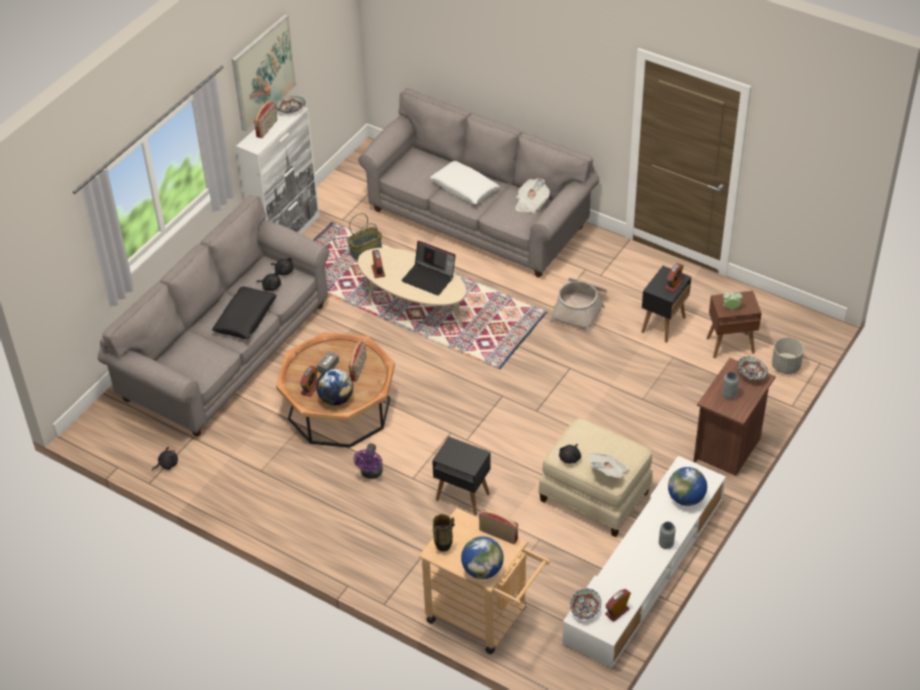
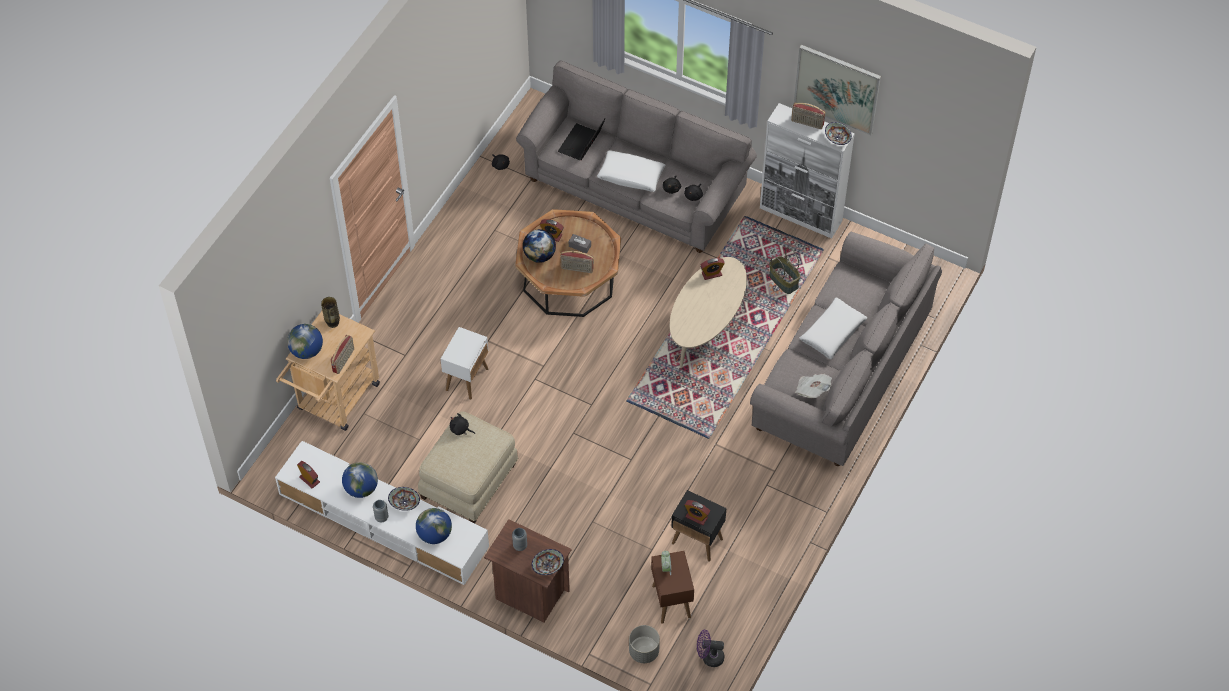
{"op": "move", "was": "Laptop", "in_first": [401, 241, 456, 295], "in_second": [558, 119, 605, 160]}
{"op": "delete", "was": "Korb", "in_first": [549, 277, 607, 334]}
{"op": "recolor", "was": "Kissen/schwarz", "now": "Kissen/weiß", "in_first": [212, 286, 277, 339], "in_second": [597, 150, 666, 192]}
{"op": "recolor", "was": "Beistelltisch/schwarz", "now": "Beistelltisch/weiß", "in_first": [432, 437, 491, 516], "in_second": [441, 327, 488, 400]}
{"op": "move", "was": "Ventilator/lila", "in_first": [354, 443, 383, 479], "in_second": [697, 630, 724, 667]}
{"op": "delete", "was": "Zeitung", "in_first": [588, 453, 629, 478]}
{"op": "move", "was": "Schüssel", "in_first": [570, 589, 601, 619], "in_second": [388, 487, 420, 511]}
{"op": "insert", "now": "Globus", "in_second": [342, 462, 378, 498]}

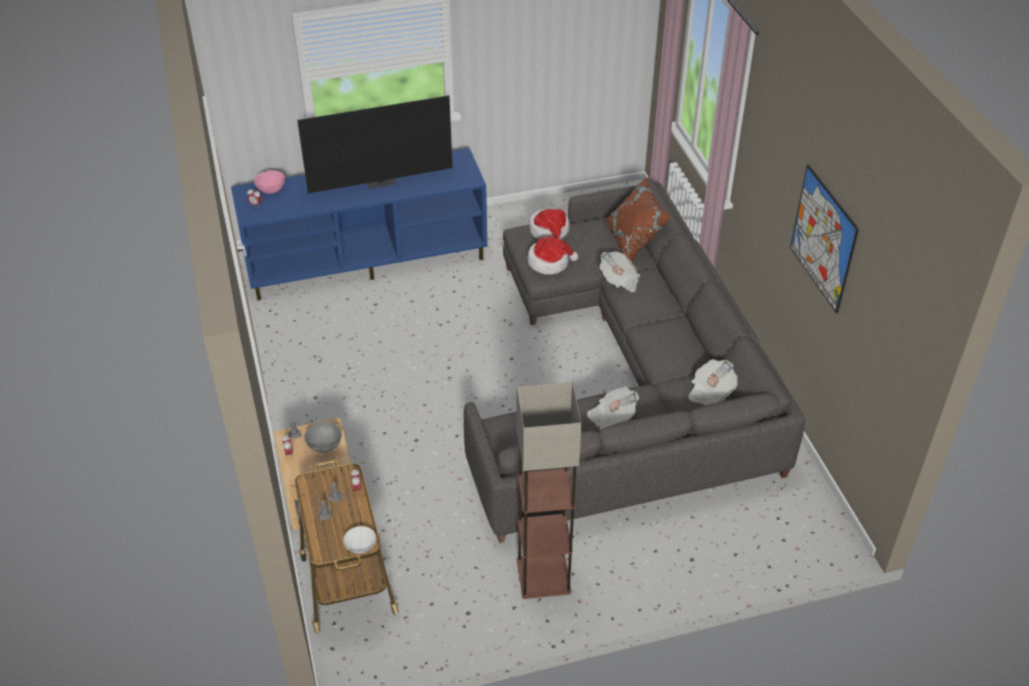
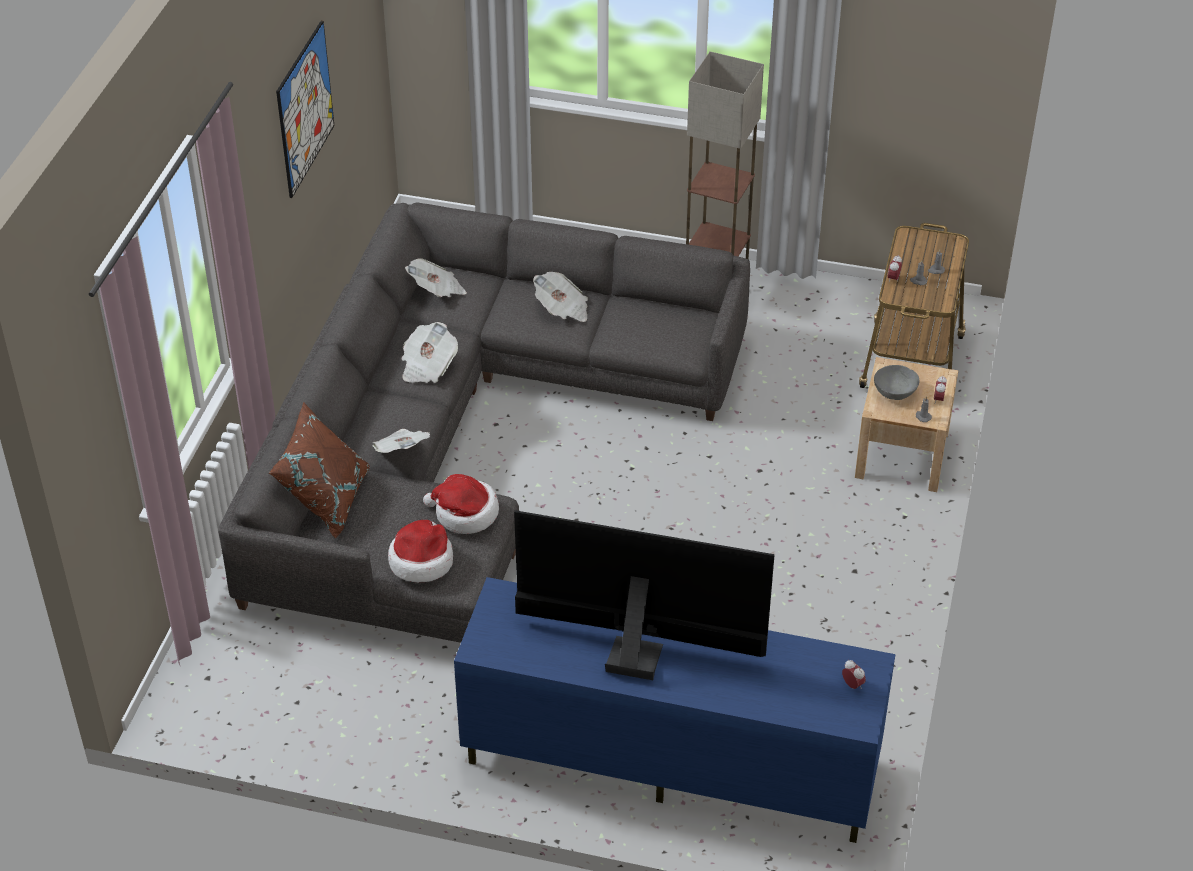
{"op": "delete", "was": "Schüssel/rosa", "in_first": [254, 170, 285, 194]}
{"op": "delete", "was": "Schüssel/weiß", "in_first": [343, 526, 376, 554]}
{"op": "insert", "now": "Zeitung", "in_second": [401, 322, 458, 383]}

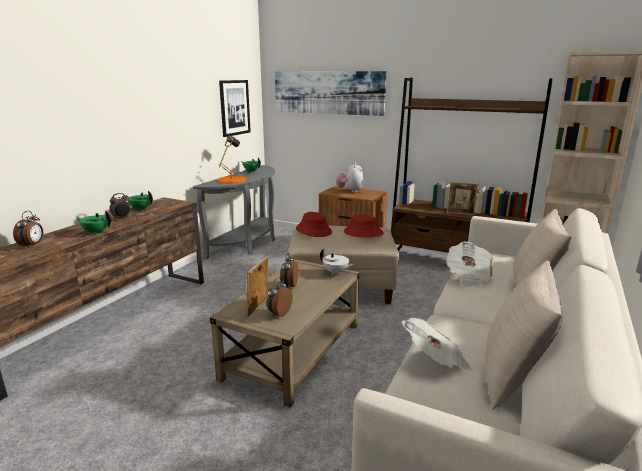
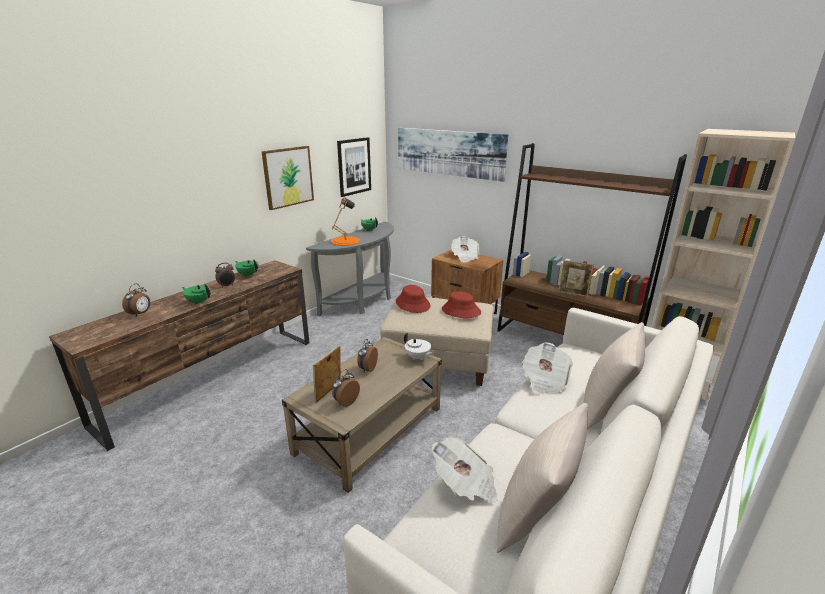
{"op": "replace", "was": "Plüschtier", "now": "Zeitung", "in_first": [336, 163, 364, 193], "in_second": [451, 236, 479, 263]}
{"op": "insert", "now": "Bild", "in_second": [261, 146, 314, 210]}

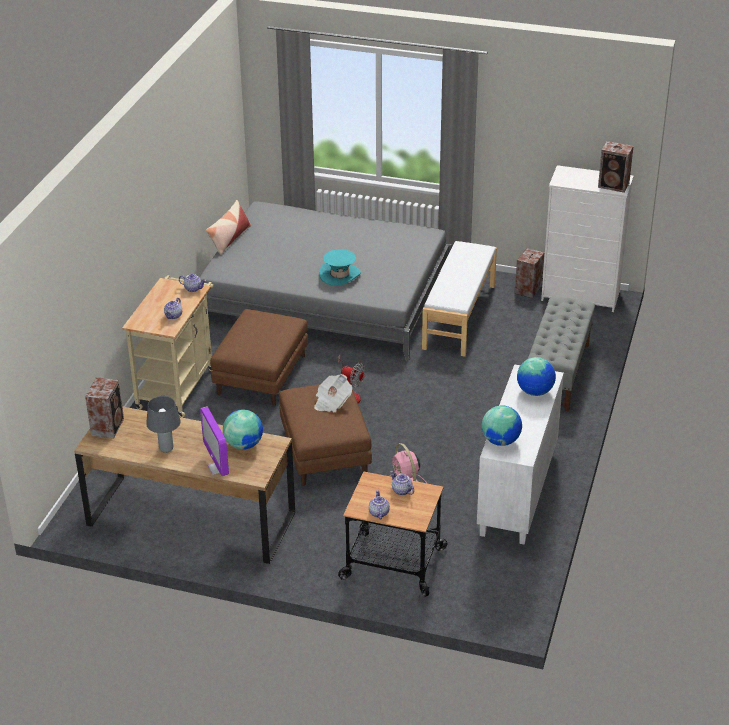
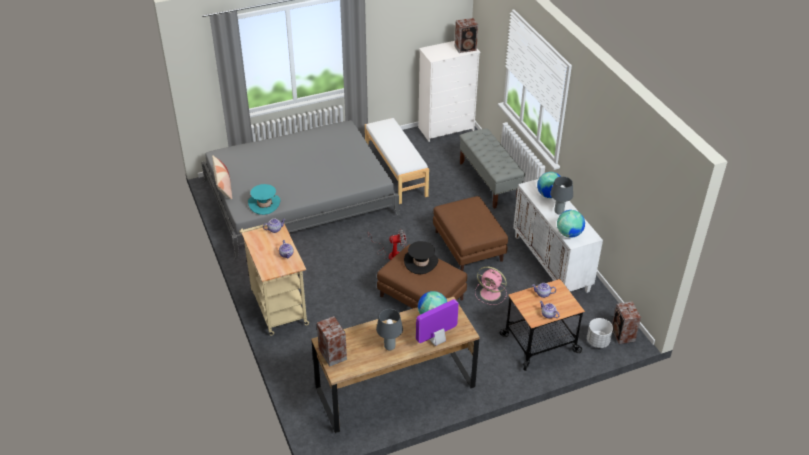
{"op": "move", "was": "Lautsprecher", "in_first": [515, 248, 544, 298], "in_second": [612, 301, 641, 344]}
{"op": "move", "was": "Hut/türkis", "in_first": [319, 249, 361, 286], "in_second": [248, 184, 280, 215]}
{"op": "move", "was": "Polsterhocker/braun", "in_first": [210, 309, 308, 406], "in_second": [433, 196, 508, 271]}
{"op": "replace", "was": "Zeitung", "now": "Hut/schwarz", "in_first": [314, 374, 352, 412], "in_second": [404, 241, 438, 274]}
{"op": "rotate", "was": "Monitor", "in_first": [200, 407, 229, 476], "in_second": [416, 299, 459, 346], "clockwise": 120}
{"op": "insert", "now": "Tischlampe/grau", "in_second": [550, 176, 573, 215]}
{"op": "insert", "now": "Pflanzkübel/weiß", "in_second": [587, 318, 613, 348]}

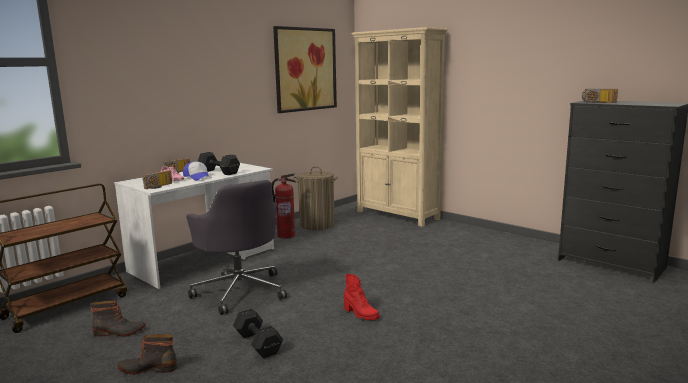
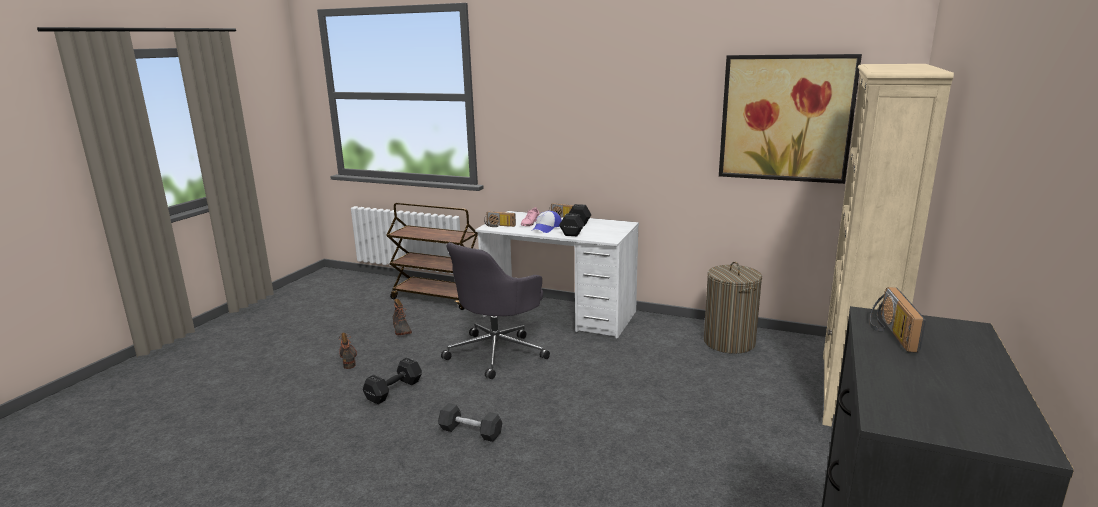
{"op": "delete", "was": "Feuerlöscher", "in_first": [272, 173, 296, 239]}
{"op": "replace", "was": "Stiefel/rot", "now": "Hantel/schwarz", "in_first": [344, 274, 380, 320], "in_second": [438, 403, 502, 442]}

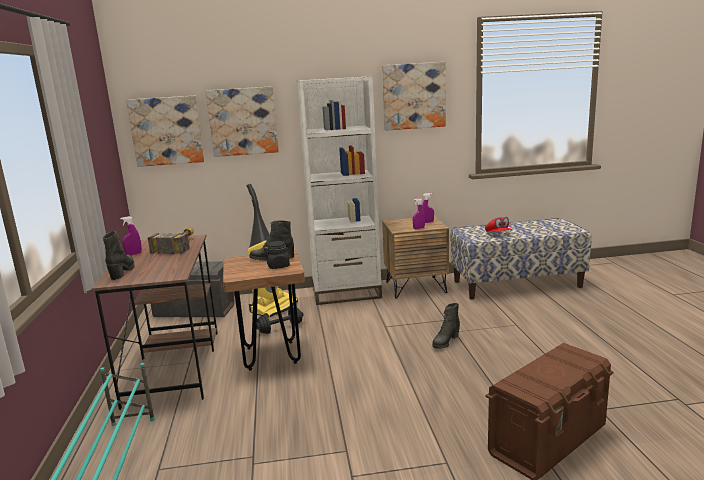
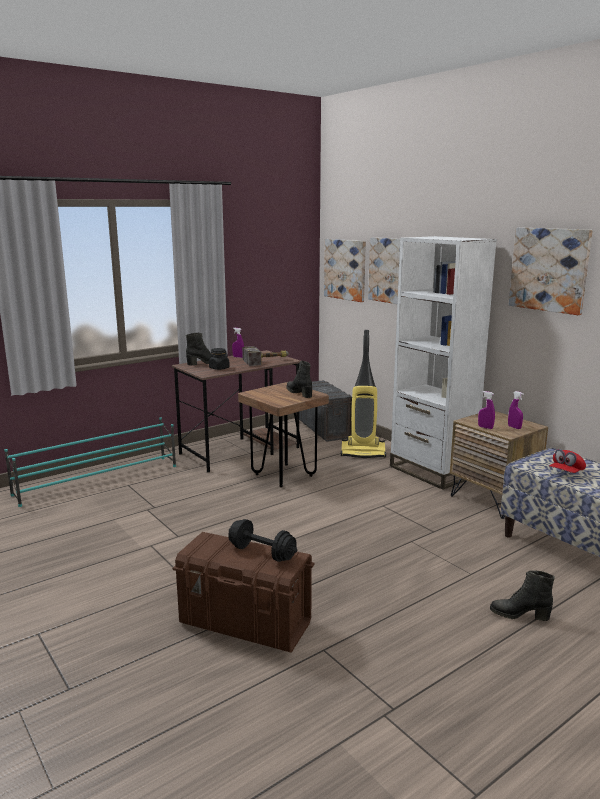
{"op": "move", "was": "Vorratsglas/schwarz", "in_first": [264, 241, 291, 269], "in_second": [209, 348, 230, 370]}
{"op": "move", "was": "Stiefel/schwarz", "in_first": [432, 303, 460, 349], "in_second": [490, 570, 555, 621]}
{"op": "move", "was": "Hantel/schwarz", "in_first": [257, 308, 304, 334], "in_second": [228, 519, 297, 562]}

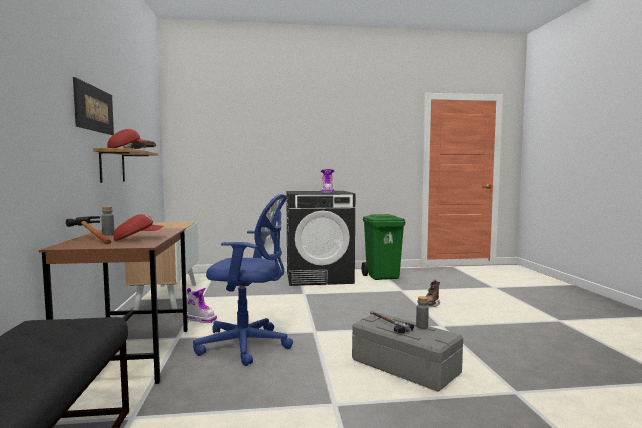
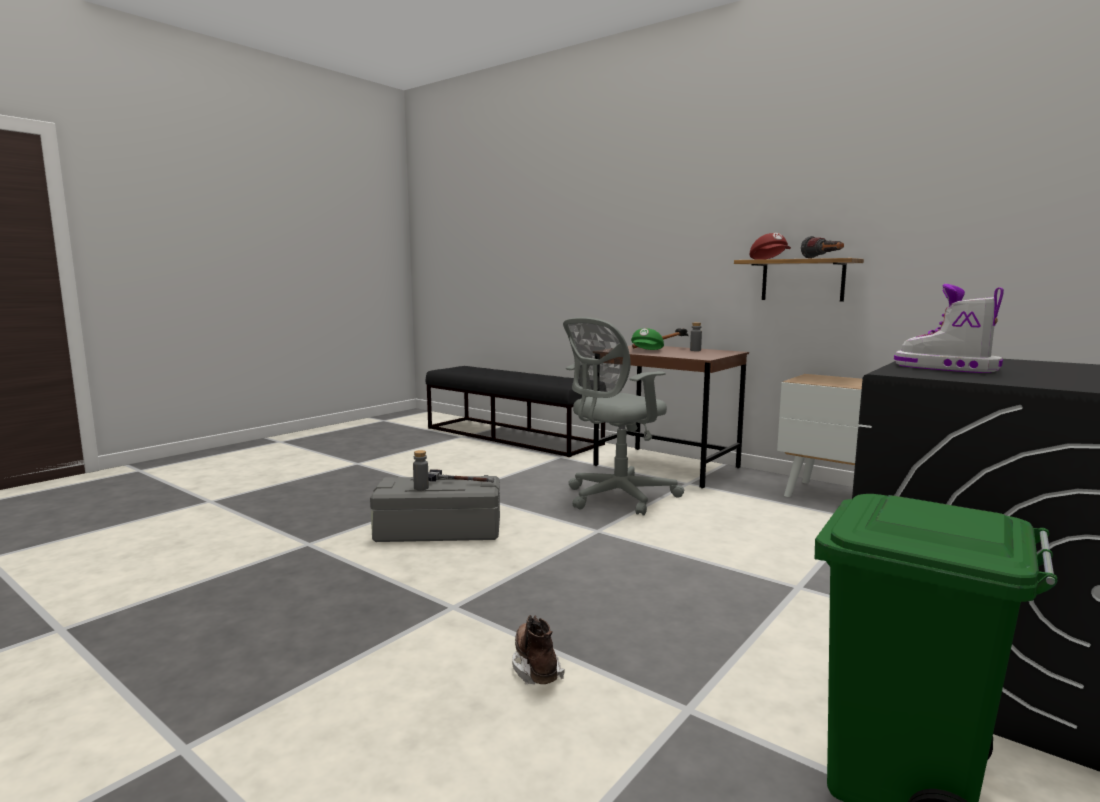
{"op": "delete", "was": "Bild", "in_first": [73, 77, 114, 135]}
{"op": "recolor", "was": "Bürostuhl/blau", "now": "Bürostuhl/grau", "in_first": [193, 194, 293, 366], "in_second": [563, 317, 684, 515]}
{"op": "recolor", "was": "Kappe/rot", "now": "Kappe/grün", "in_first": [114, 214, 164, 241], "in_second": [631, 328, 664, 350]}
{"op": "delete", "was": "Stiefel", "in_first": [187, 288, 217, 323]}

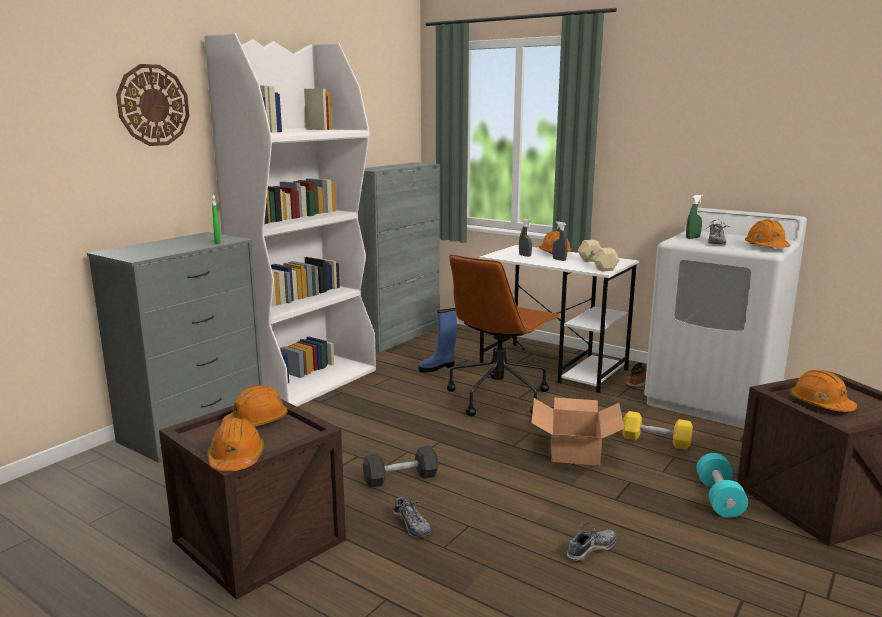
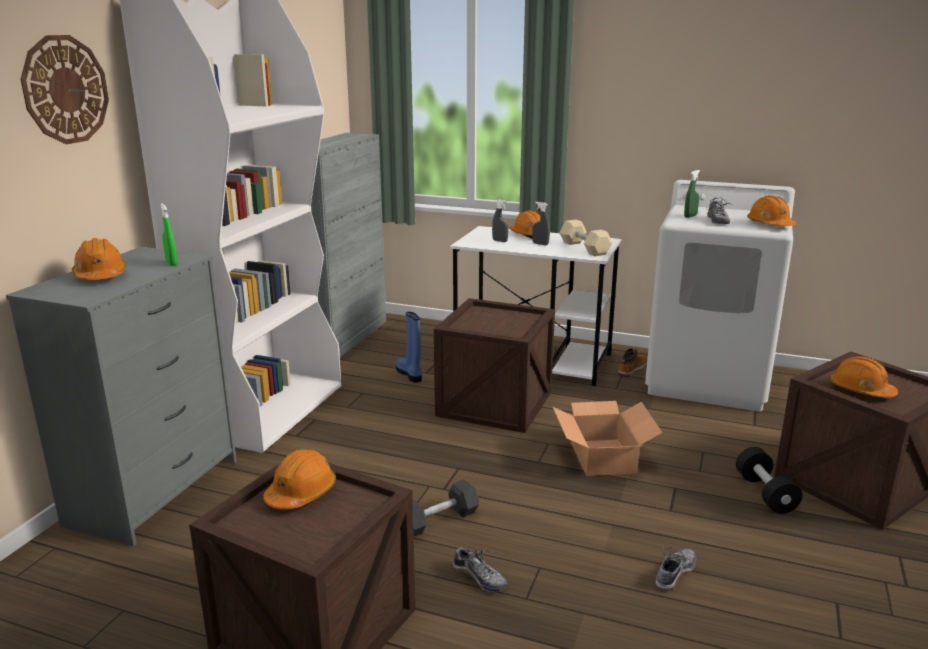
{"op": "replace", "was": "Bürostuhl/braun", "now": "Kiste", "in_first": [447, 254, 560, 416], "in_second": [434, 298, 555, 433]}
{"op": "rotate", "was": "Stiefel/blau", "in_first": [419, 308, 457, 373], "in_second": [396, 312, 422, 383], "clockwise": 105}
{"op": "delete", "was": "Hantel/gelb", "in_first": [622, 411, 693, 450]}
{"op": "move", "was": "Schutzhelm/orange", "in_first": [207, 417, 264, 472], "in_second": [72, 238, 126, 280]}
{"op": "recolor", "was": "Hantel/türkis", "now": "Hantel/schwarz", "in_first": [696, 453, 748, 518], "in_second": [736, 447, 802, 514]}

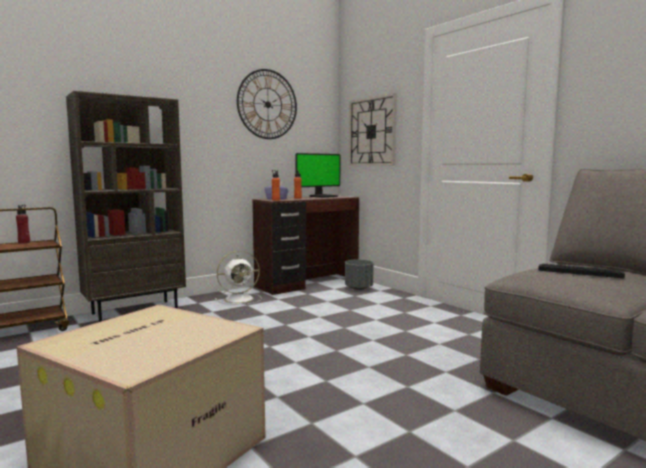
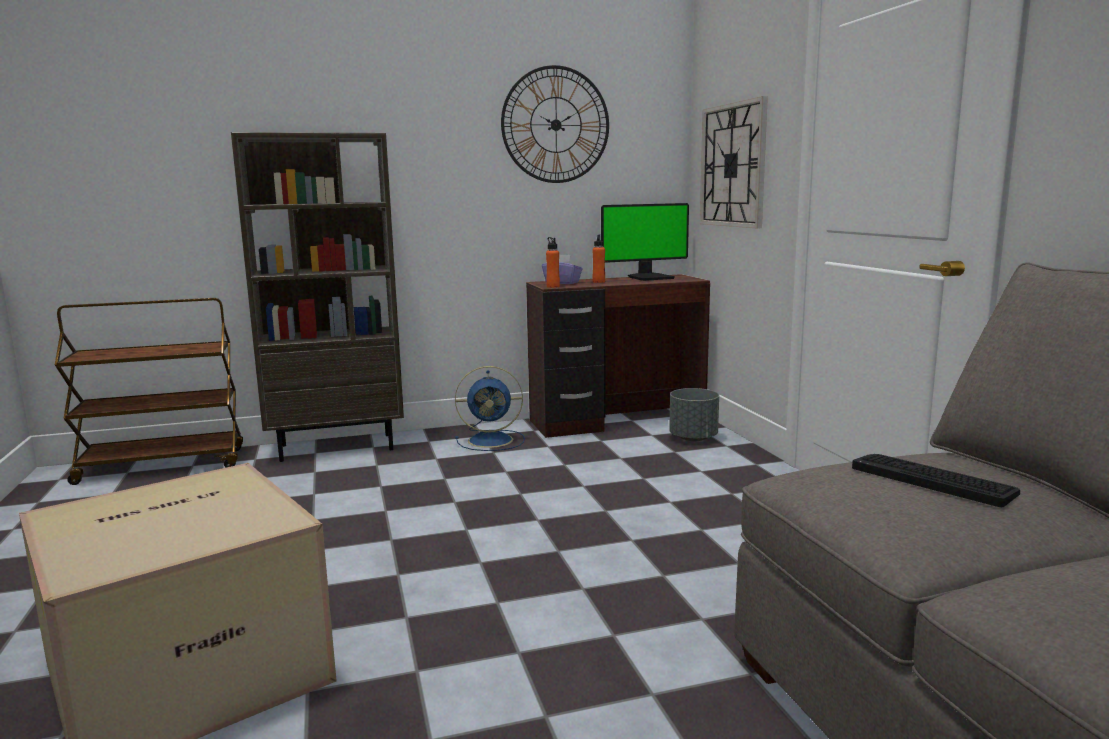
{"op": "delete", "was": "Flasche/rot", "in_first": [16, 205, 30, 244]}
{"op": "recolor", "was": "Ventilator/weiß", "now": "Ventilator/blau", "in_first": [215, 251, 262, 305], "in_second": [455, 366, 525, 451]}

